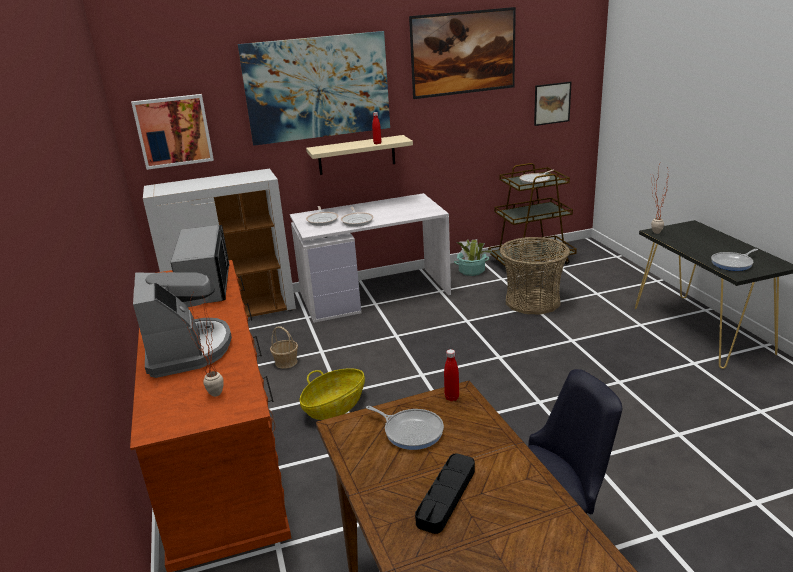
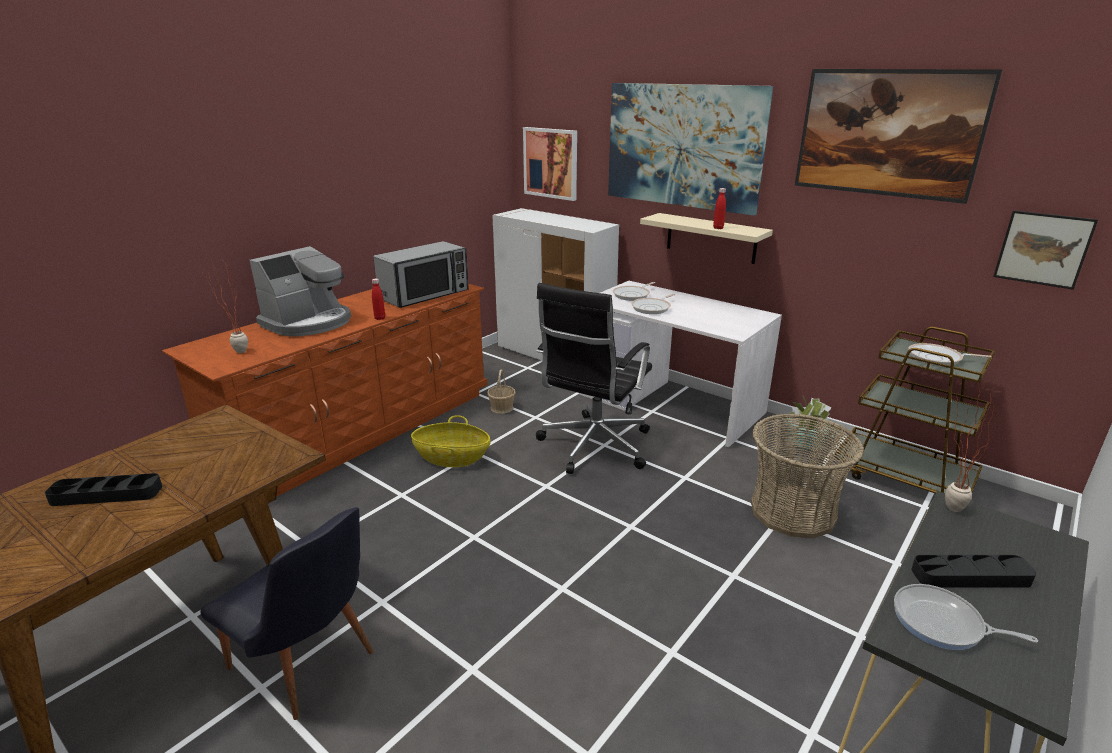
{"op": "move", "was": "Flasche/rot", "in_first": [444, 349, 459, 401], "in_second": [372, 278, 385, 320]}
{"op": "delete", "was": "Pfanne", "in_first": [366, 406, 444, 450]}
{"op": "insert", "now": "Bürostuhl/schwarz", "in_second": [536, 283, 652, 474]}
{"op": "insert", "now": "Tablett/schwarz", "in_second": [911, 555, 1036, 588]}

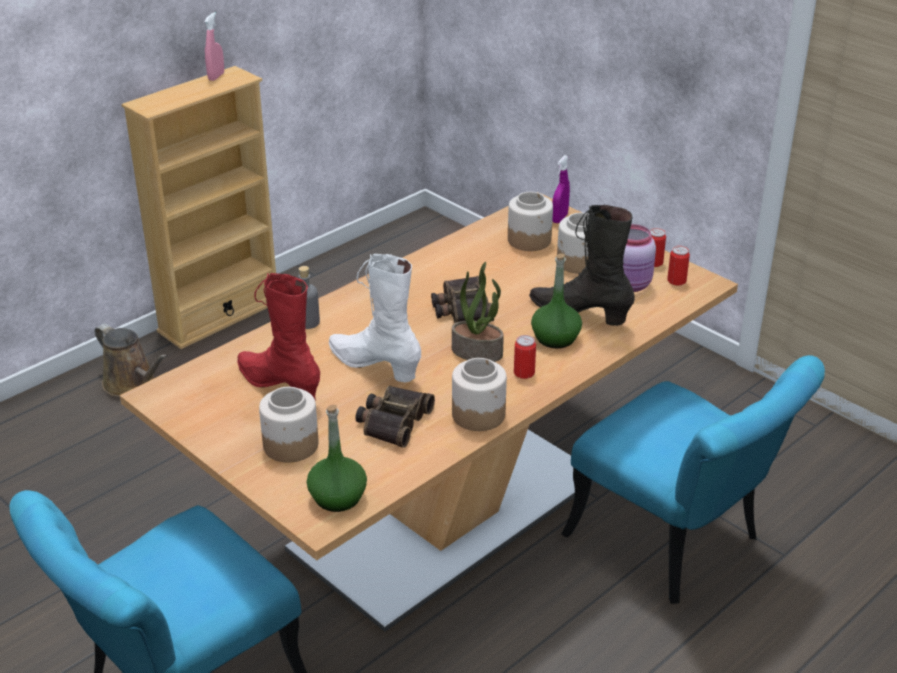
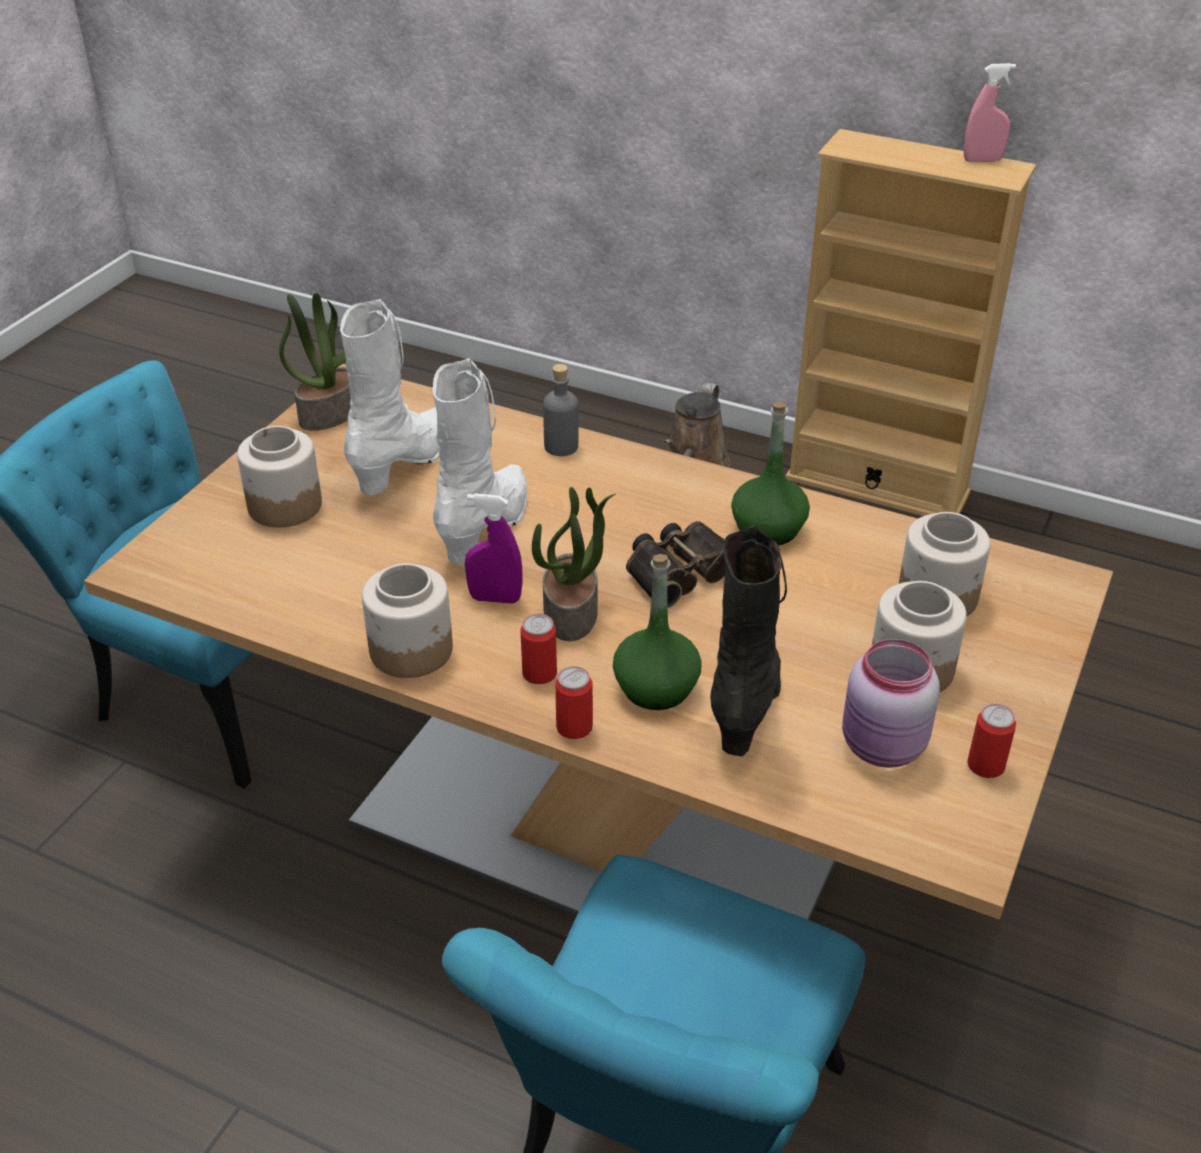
{"op": "move", "was": "Sprühflasche/lila", "in_first": [552, 155, 570, 223], "in_second": [465, 493, 522, 604]}
{"op": "move", "was": "Dose", "in_first": [667, 246, 690, 285], "in_second": [555, 666, 593, 739]}
{"op": "recolor", "was": "Stiefel/rot", "now": "Stiefel/weiß", "in_first": [237, 273, 320, 399], "in_second": [340, 299, 440, 495]}
{"op": "delete", "was": "Fernglas", "in_first": [355, 386, 435, 448]}
{"op": "move", "was": "Flasche/grün", "in_first": [307, 405, 367, 512], "in_second": [731, 403, 810, 545]}
{"op": "insert", "now": "Topfpflanze", "in_second": [279, 293, 351, 431]}

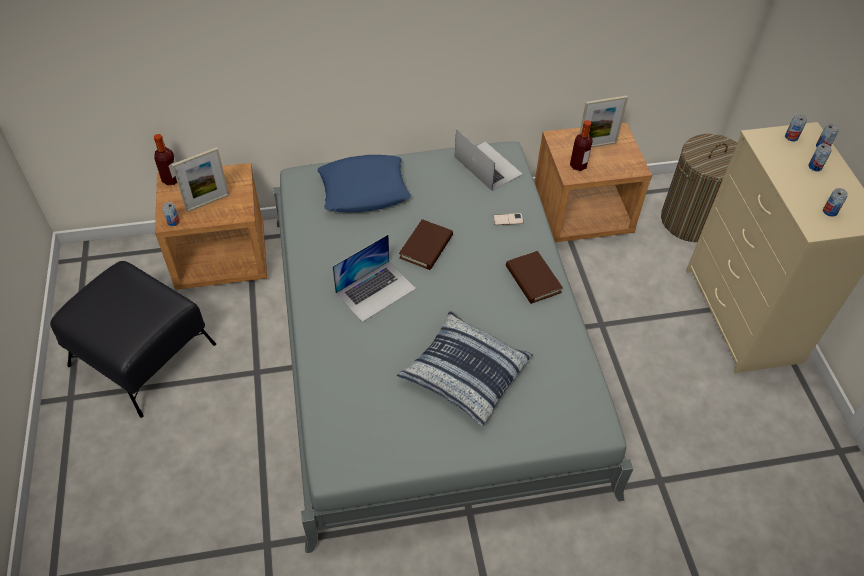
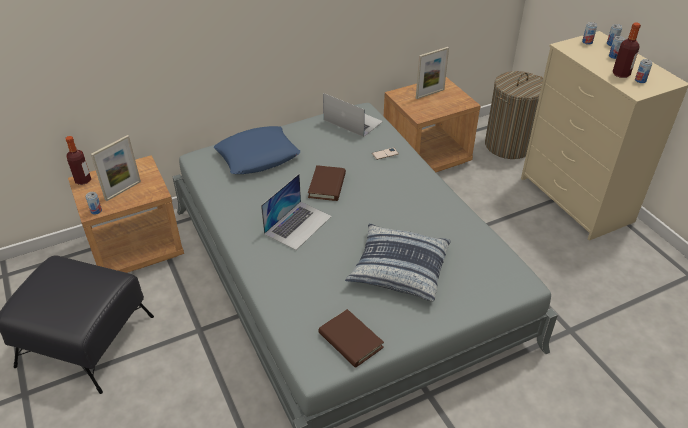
{"op": "move", "was": "Flasche", "in_first": [570, 120, 593, 171], "in_second": [613, 22, 641, 78]}
{"op": "move", "was": "Buch/braun", "in_first": [506, 251, 563, 304], "in_second": [318, 309, 384, 368]}

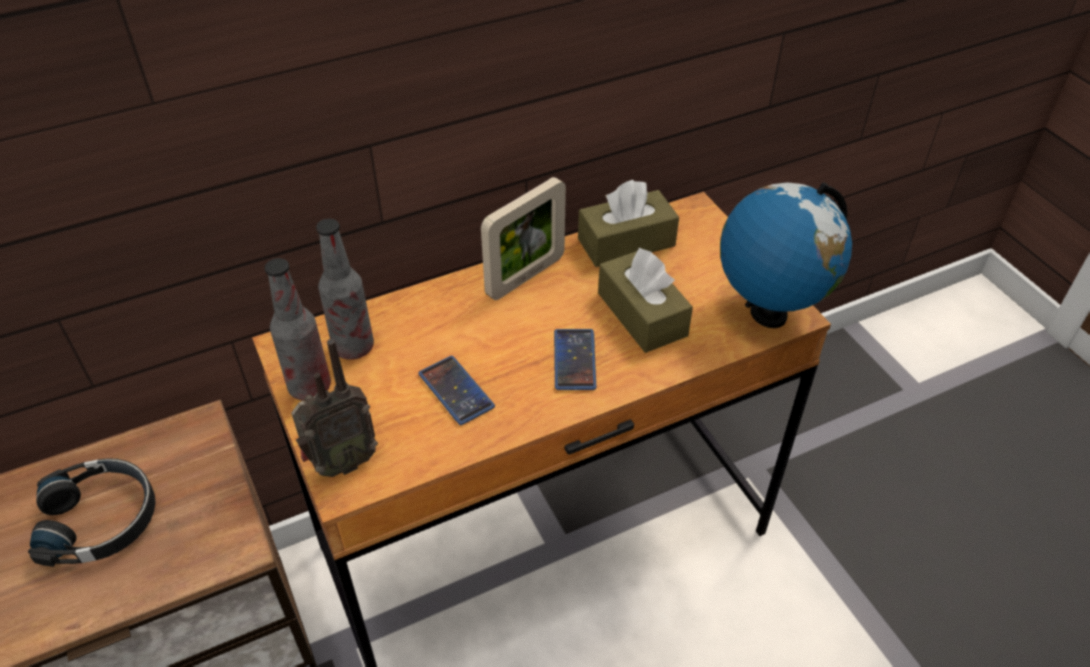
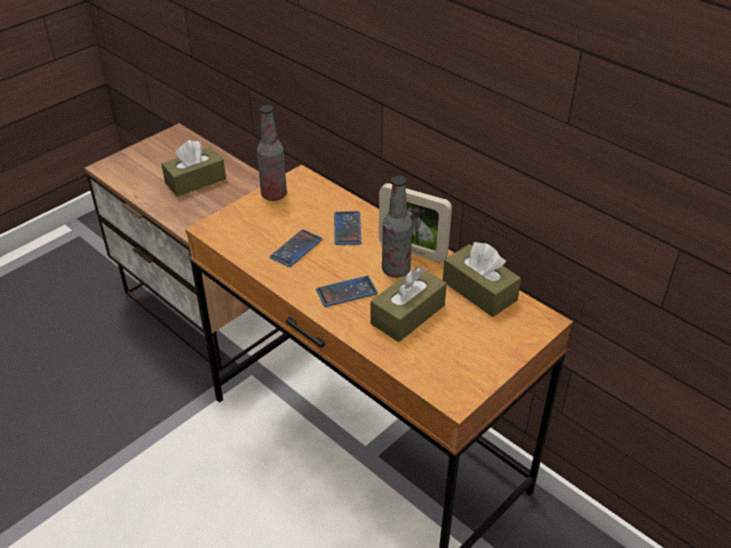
{"op": "delete", "was": "Globus", "in_first": [720, 182, 852, 328]}
{"op": "move", "was": "Flasche", "in_first": [316, 218, 374, 360], "in_second": [382, 176, 412, 278]}
{"op": "delete", "was": "Radio", "in_first": [291, 339, 378, 477]}
{"op": "replace", "was": "Kopfhörer/schwarz", "now": "Taschentuchbox/braun", "in_first": [28, 458, 156, 567], "in_second": [161, 140, 226, 197]}
{"op": "insert", "now": "Handy", "in_second": [334, 211, 361, 245]}

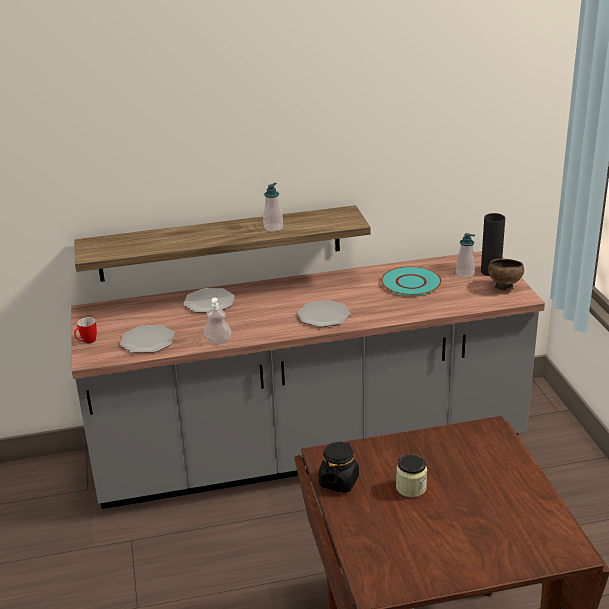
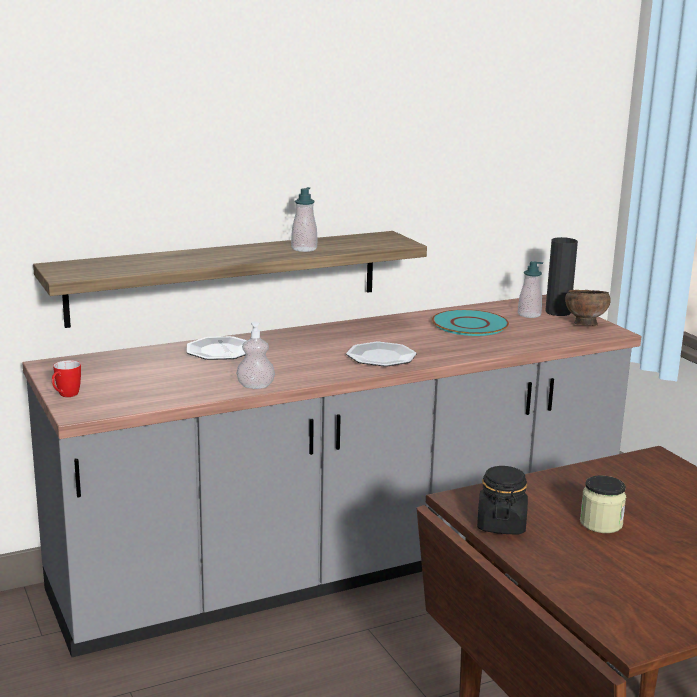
{"op": "delete", "was": "Teller", "in_first": [120, 325, 175, 353]}

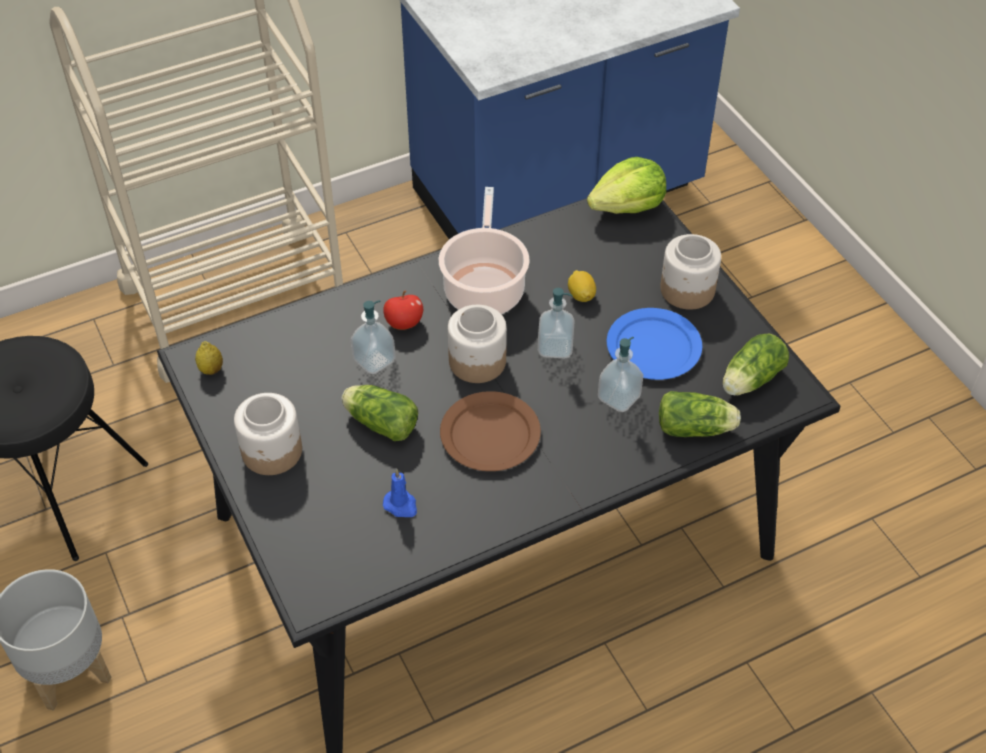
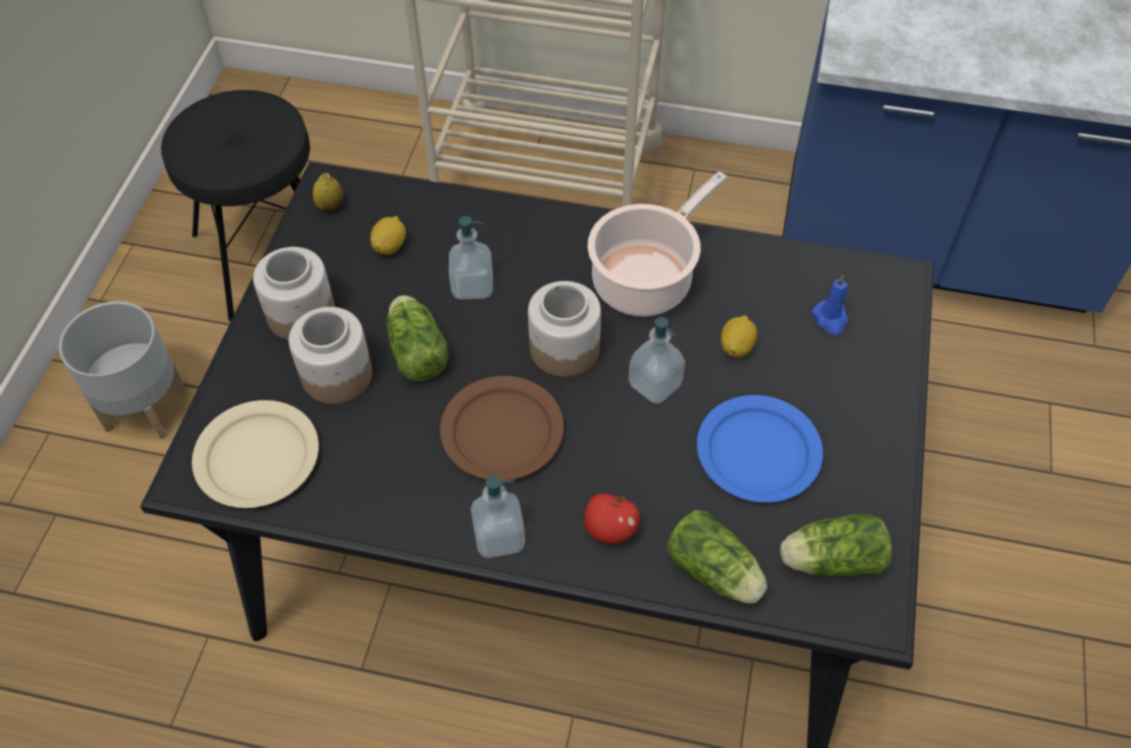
{"op": "delete", "was": "Salatkopf", "in_first": [587, 157, 666, 214]}
{"op": "move", "was": "Vorratsglas", "in_first": [660, 234, 721, 310], "in_second": [289, 307, 372, 404]}
{"op": "move", "was": "Apfel", "in_first": [383, 291, 423, 330], "in_second": [584, 494, 640, 544]}
{"op": "move", "was": "Seifenspender", "in_first": [598, 337, 644, 412], "in_second": [471, 475, 525, 558]}
{"op": "move", "was": "Kerze/blau", "in_first": [383, 469, 417, 517], "in_second": [812, 275, 848, 335]}
{"op": "insert", "now": "Zitrone", "in_second": [370, 216, 406, 255]}
{"op": "insert", "now": "Teller/beige", "in_second": [192, 400, 319, 508]}

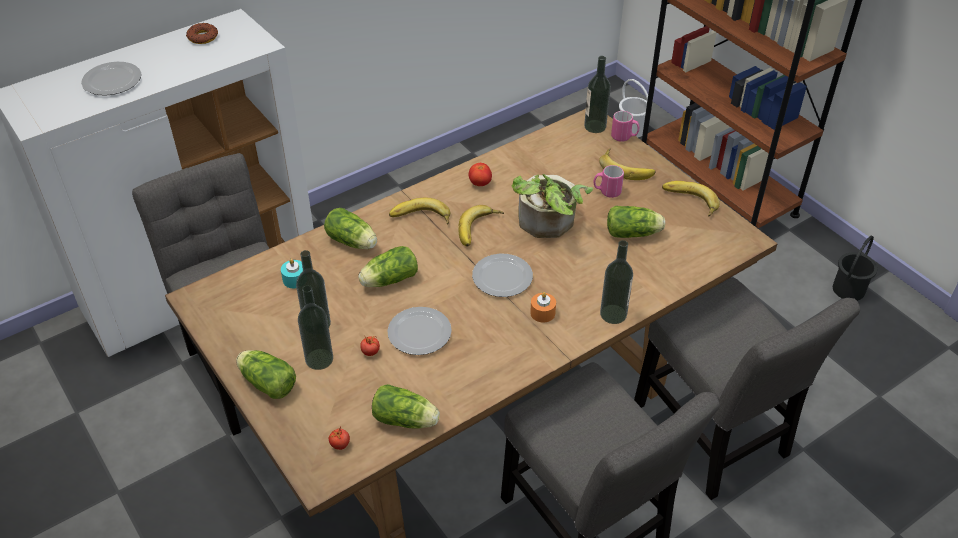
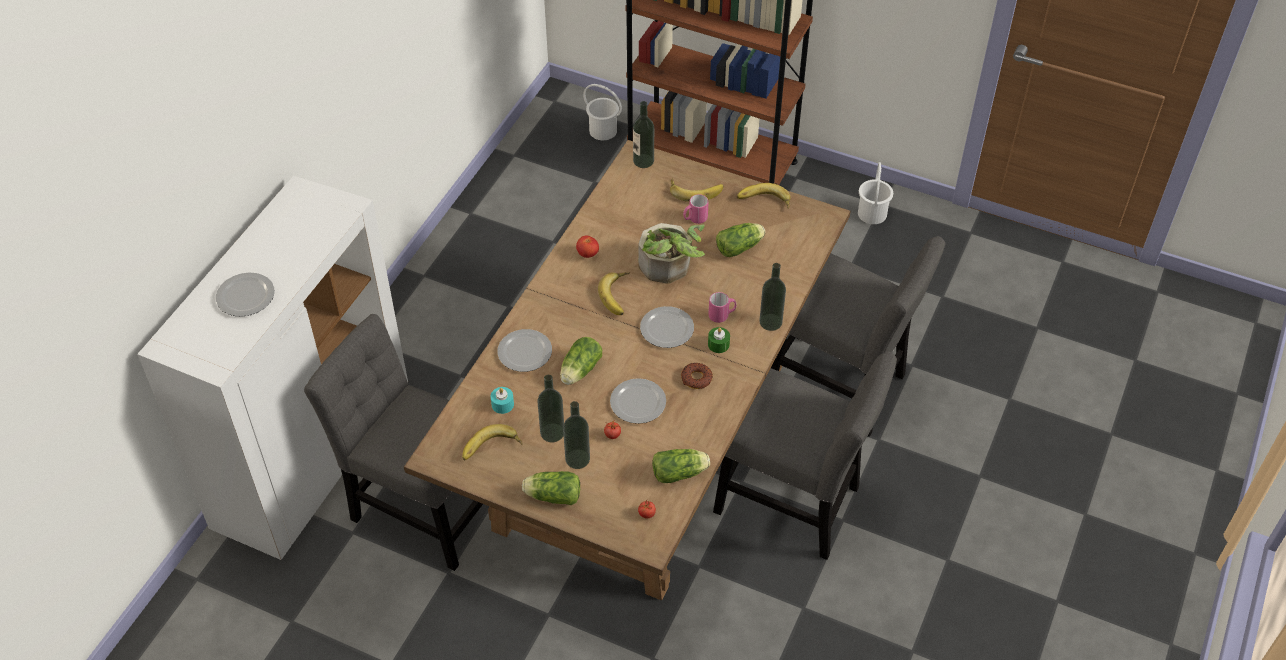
{"op": "move", "was": "Donut", "in_first": [186, 23, 218, 44], "in_second": [681, 363, 713, 389]}
{"op": "move", "was": "Henkelbecher/rosa", "in_first": [611, 111, 640, 142], "in_second": [708, 292, 737, 323]}
{"op": "move", "was": "Banane", "in_first": [389, 197, 450, 225], "in_second": [462, 424, 522, 460]}
{"op": "replace", "was": "Salatkopf", "now": "Teller", "in_first": [324, 208, 377, 249], "in_second": [497, 329, 552, 372]}
{"op": "recolor", "was": "Eimer/schwarz", "now": "Eimer/weiß", "in_first": [833, 236, 877, 301], "in_second": [858, 162, 893, 224]}
{"op": "recolor", "was": "Kerze/orange", "now": "Kerze/grün", "in_first": [530, 292, 556, 323], "in_second": [708, 327, 730, 353]}

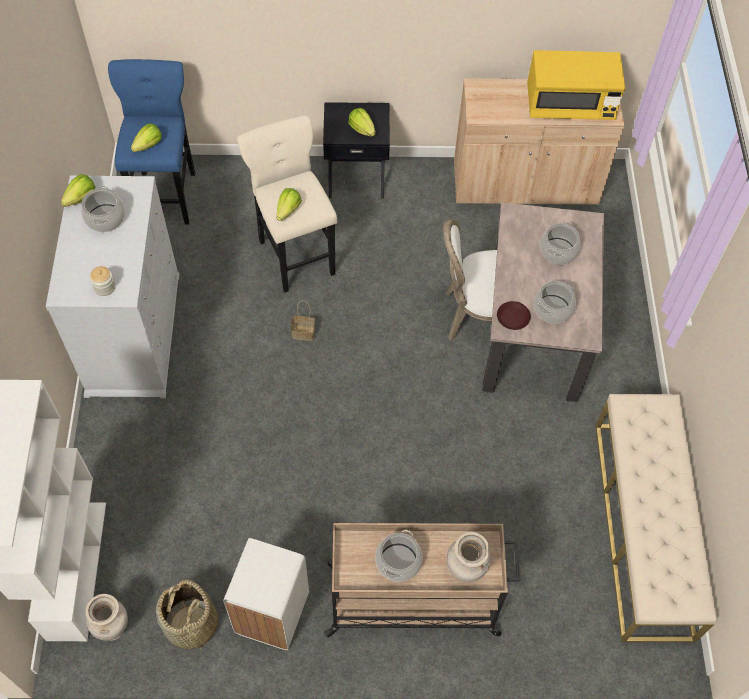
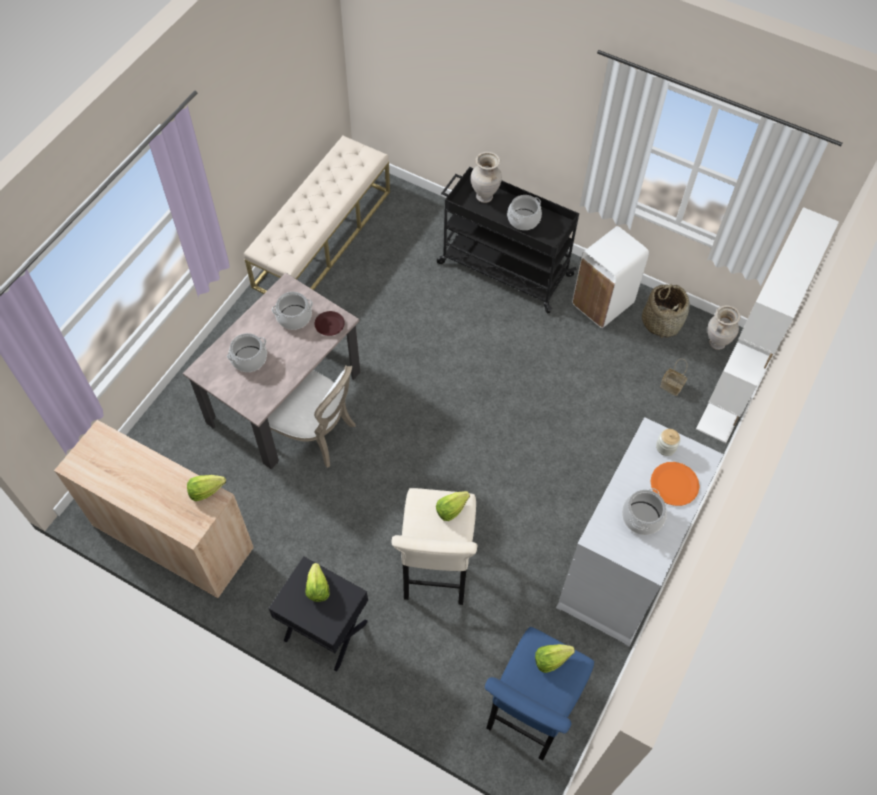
{"op": "delete", "was": "Mikrowelle/gelb", "in_first": [527, 50, 625, 120]}
{"op": "move", "was": "Salatkopf", "in_first": [61, 174, 95, 207], "in_second": [187, 475, 226, 501]}
{"op": "move", "was": "Korb", "in_first": [291, 301, 315, 341], "in_second": [660, 359, 688, 396]}
{"op": "recolor", "was": "Rollwagen/beige", "now": "Rollwagen/schwarz", "in_first": [323, 523, 520, 637], "in_second": [437, 167, 579, 314]}
{"op": "insert", "now": "Teller/orange", "in_second": [651, 462, 699, 506]}

